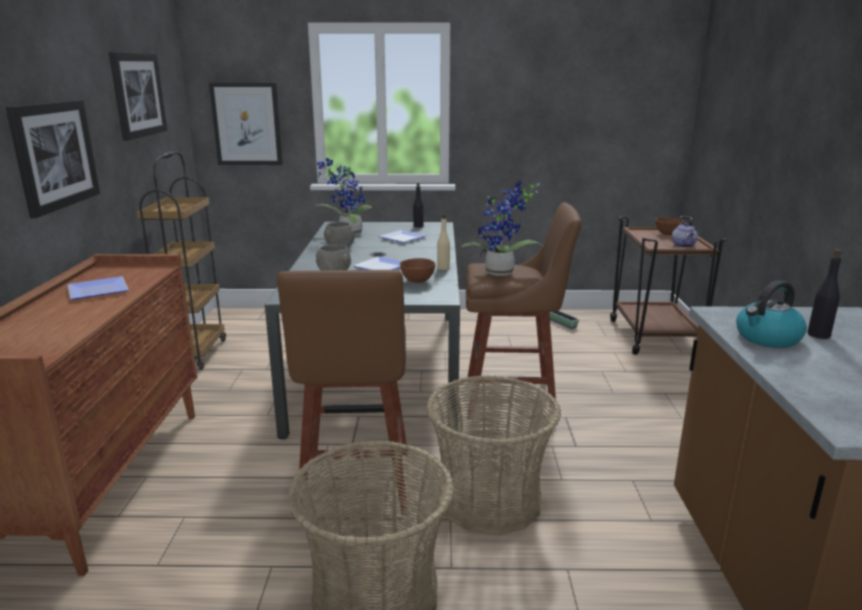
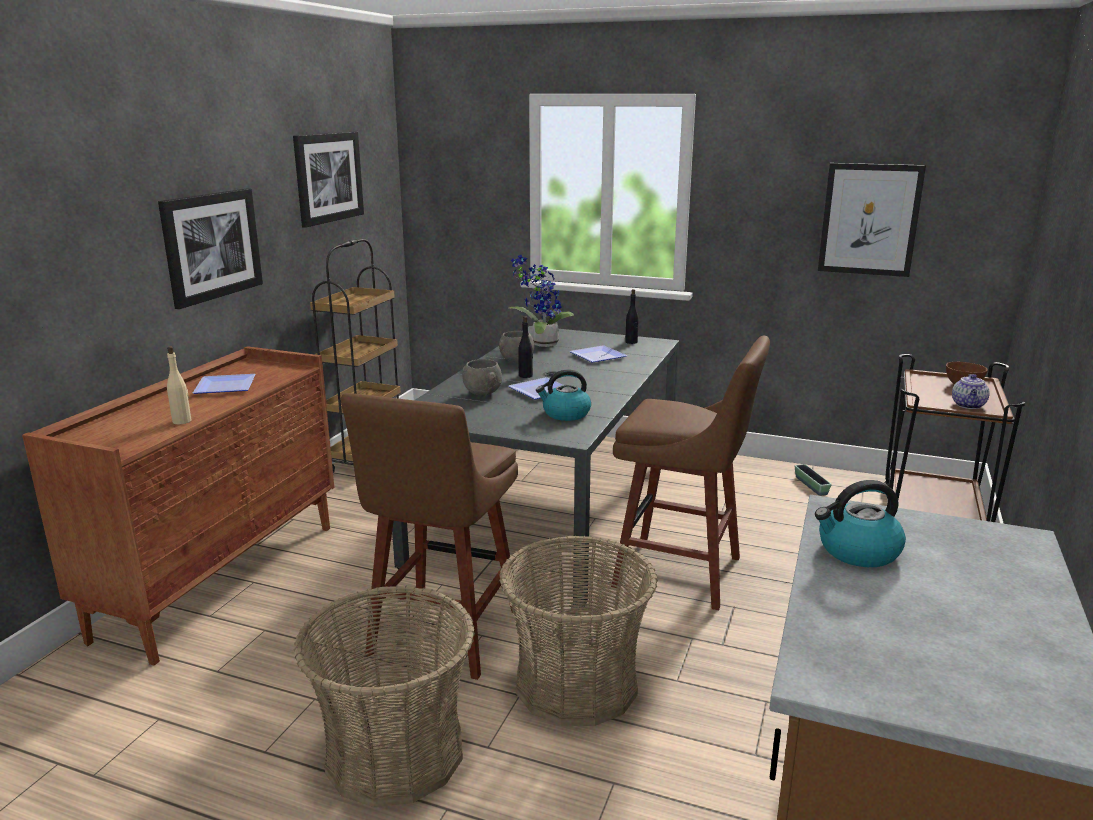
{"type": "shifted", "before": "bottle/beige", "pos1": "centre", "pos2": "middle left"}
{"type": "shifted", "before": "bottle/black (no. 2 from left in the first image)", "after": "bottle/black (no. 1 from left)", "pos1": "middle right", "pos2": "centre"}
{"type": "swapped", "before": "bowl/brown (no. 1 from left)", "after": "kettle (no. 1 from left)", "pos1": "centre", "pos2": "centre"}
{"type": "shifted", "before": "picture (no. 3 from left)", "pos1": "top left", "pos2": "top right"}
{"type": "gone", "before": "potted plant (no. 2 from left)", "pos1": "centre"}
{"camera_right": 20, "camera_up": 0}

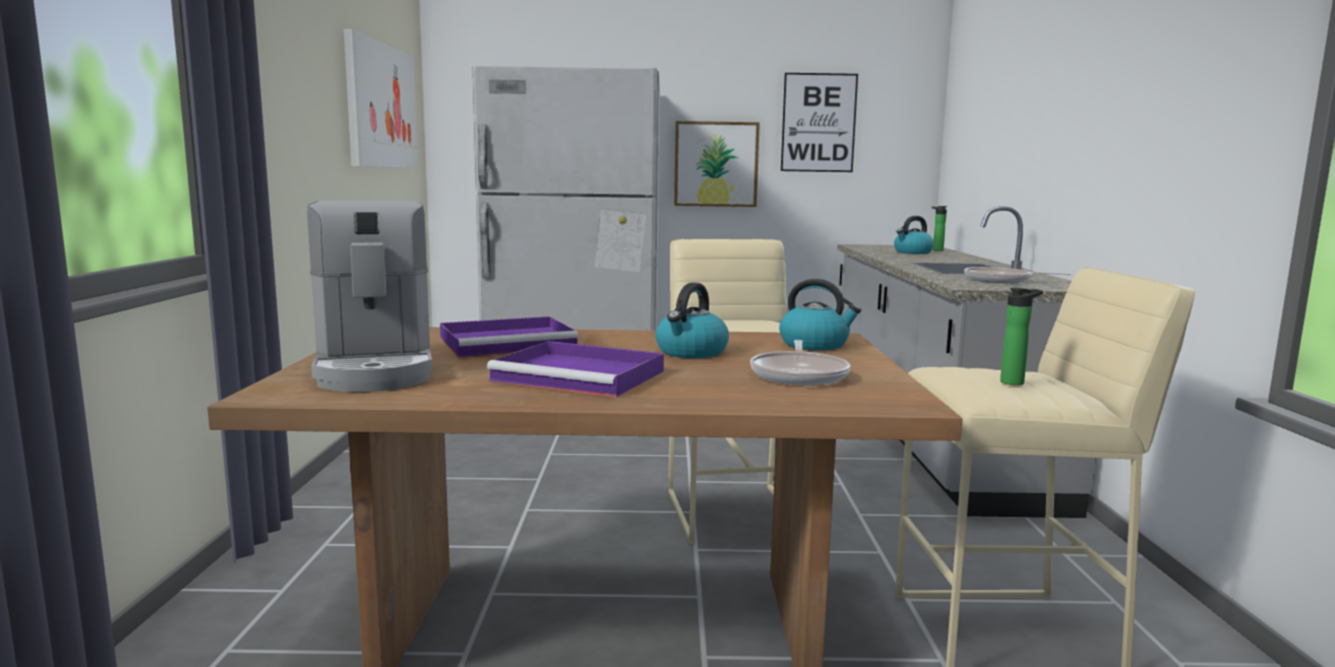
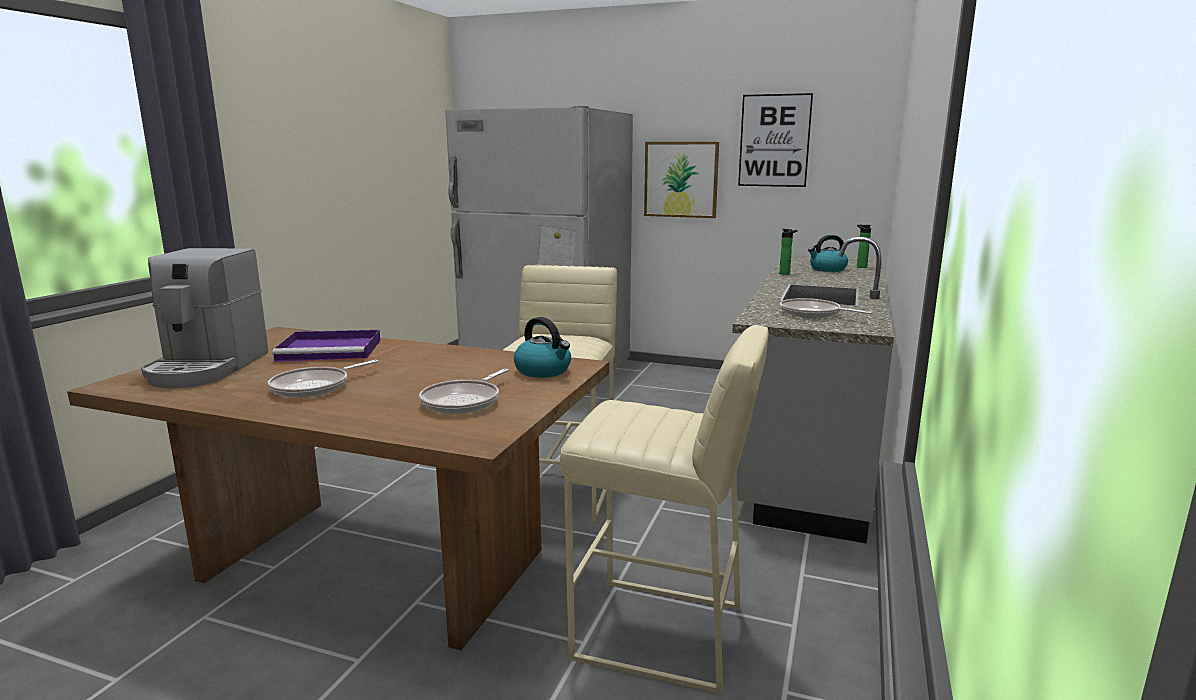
{"type": "swapped", "before": "tray/purple (no. 2 from left)", "after": "frying pan (no. 1 from left)", "pos1": "centre", "pos2": "middle left"}
{"type": "shifted", "before": "bottle (no. 2 from left in the first image)", "after": "bottle (no. 1 from left)", "pos1": "middle right", "pos2": "centre"}
{"type": "gone", "before": "picture (no. 1 from left)", "pos1": "top left"}
{"type": "gone", "before": "kettle (no. 1 from left)", "pos1": "centre"}
{"camera_right": 20, "camera_up": 5}

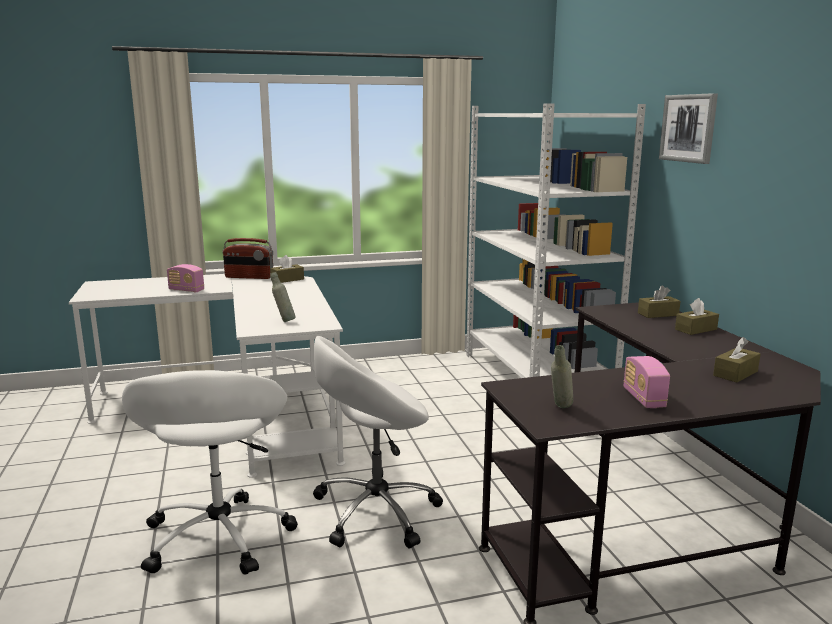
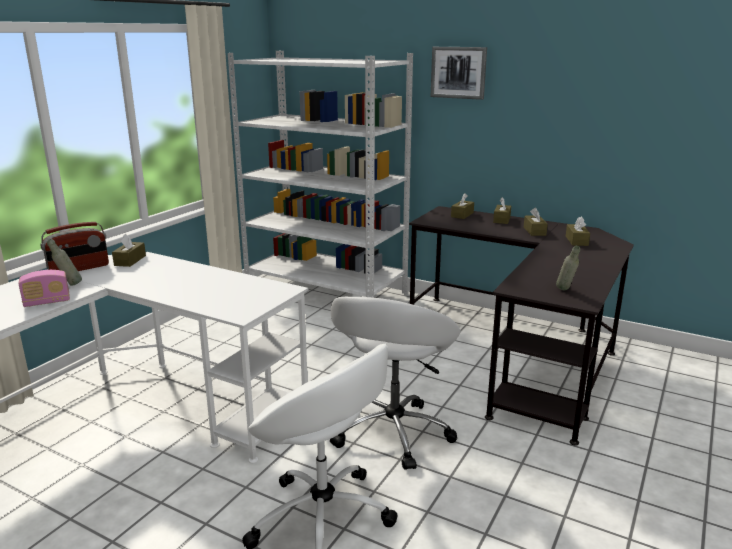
{"type": "shifted", "before": "bottle/grey (no. 1 from left)", "pos1": "centre", "pos2": "middle left"}
{"type": "new", "after": "tissue box/brown (no. 4 from left)", "pos2": "middle right"}
{"type": "gone", "before": "radio (no. 3 from left)", "pos1": "middle right"}
{"camera_right": -45, "camera_up": 5}

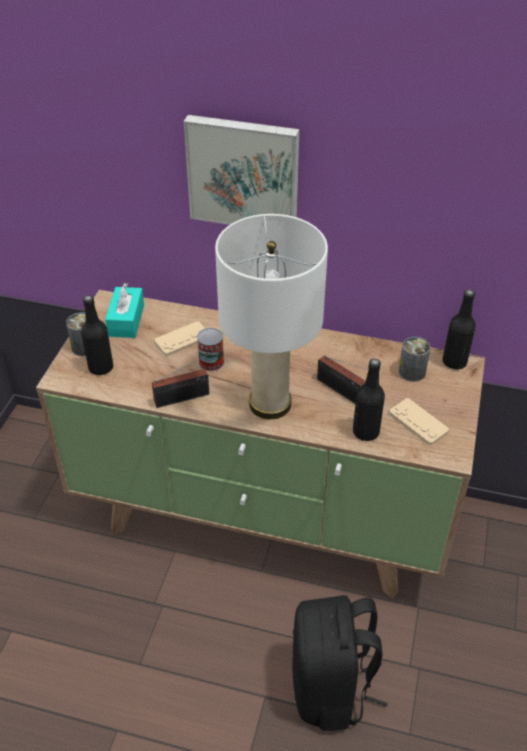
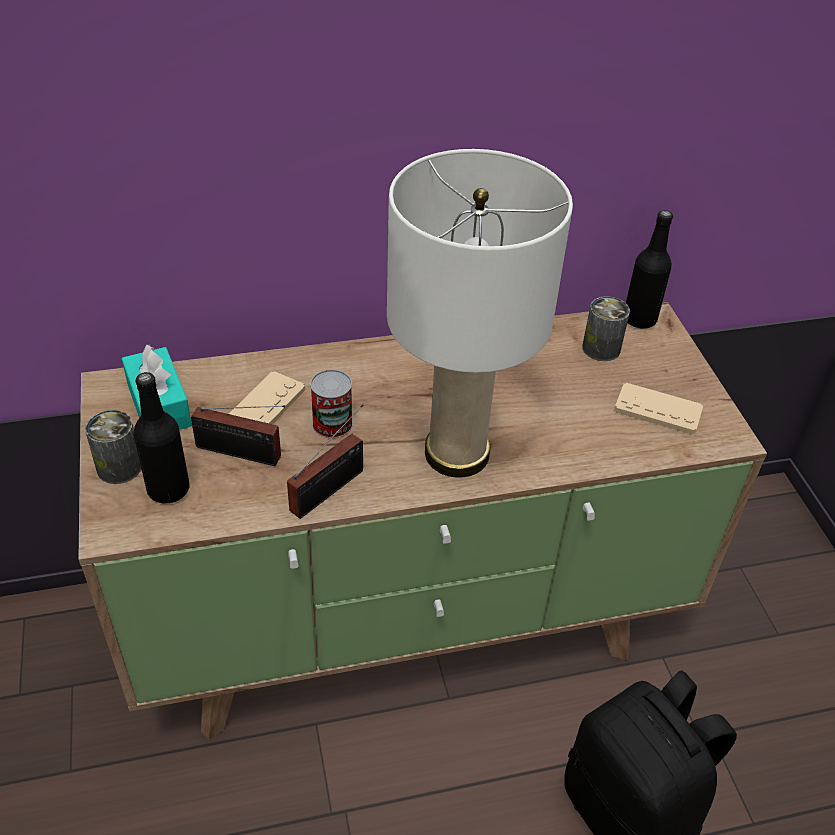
{"type": "shifted", "before": "radio (no. 2 from left in the first image)", "after": "radio (no. 1 from left)", "pos1": "centre", "pos2": "middle left"}
{"type": "gone", "before": "picture", "pos1": "top centre"}
{"type": "gone", "before": "bottle/black (no. 2 from left)", "pos1": "middle right"}
{"camera_right": -30, "camera_up": 0}

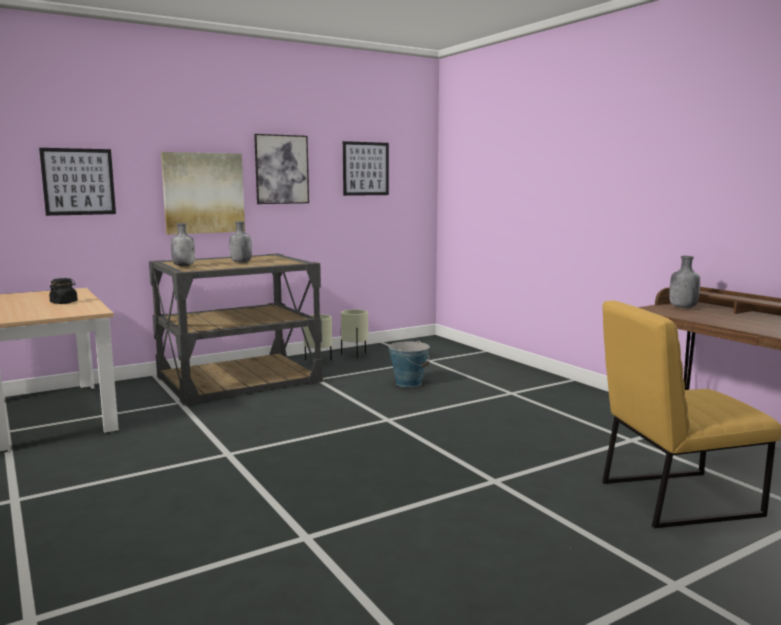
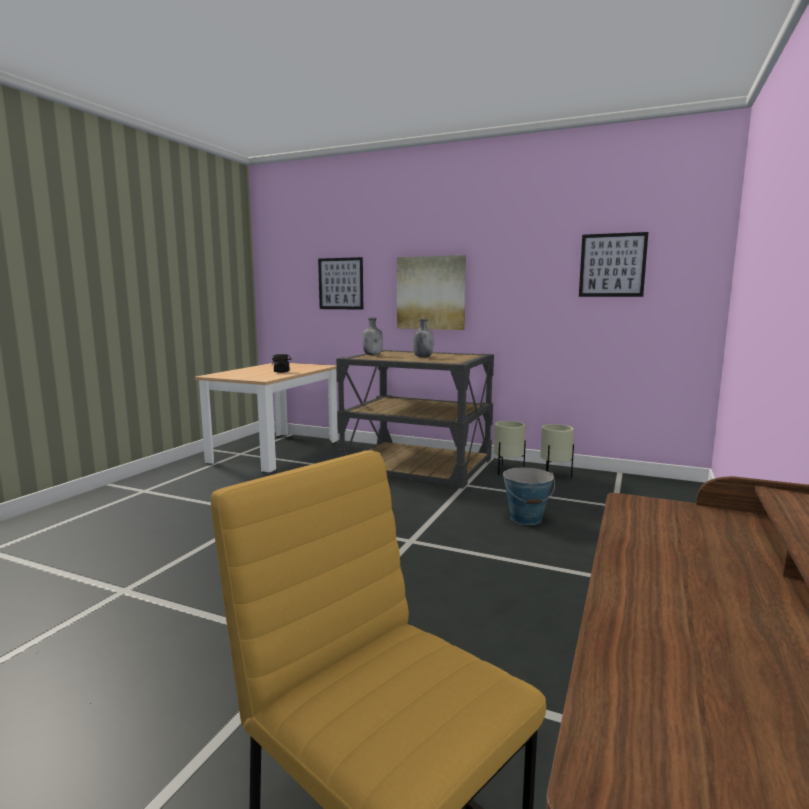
{"type": "gone", "before": "picture (no. 3 from left)", "pos1": "top centre"}
{"type": "gone", "before": "bottle/grey (no. 3 from left)", "pos1": "middle right"}
{"camera_right": 55, "camera_up": 0}

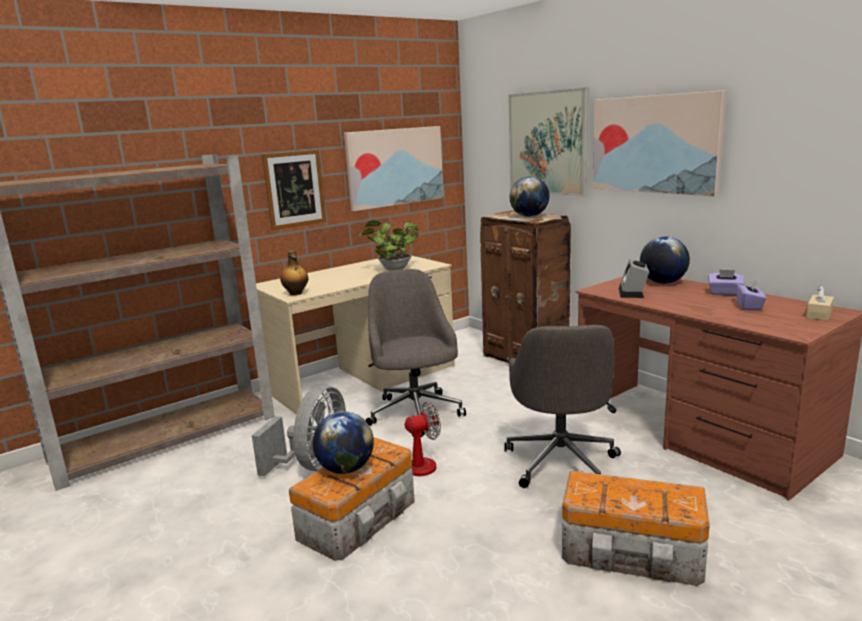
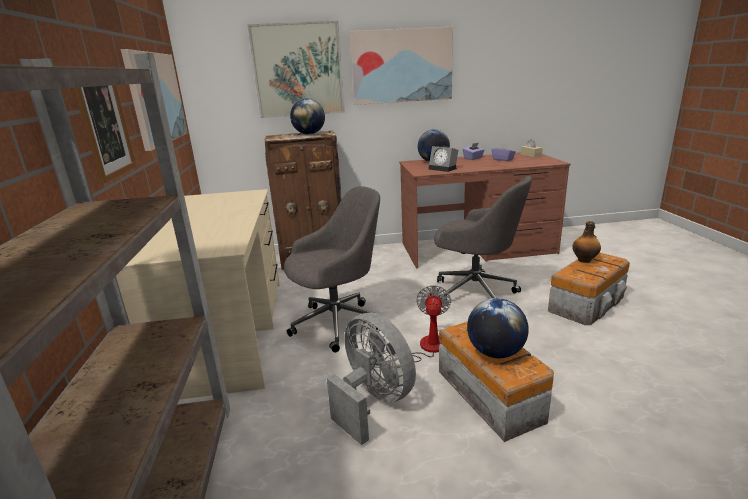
{"type": "rotated", "before": "office chair/grey (no. 1 from left)", "pos1": "centre", "pos2": "centre", "turn": 135}
{"type": "shifted", "before": "bottle", "pos1": "centre", "pos2": "middle right"}
{"type": "gone", "before": "potted plant", "pos1": "centre"}
{"camera_right": -60, "camera_up": 5}

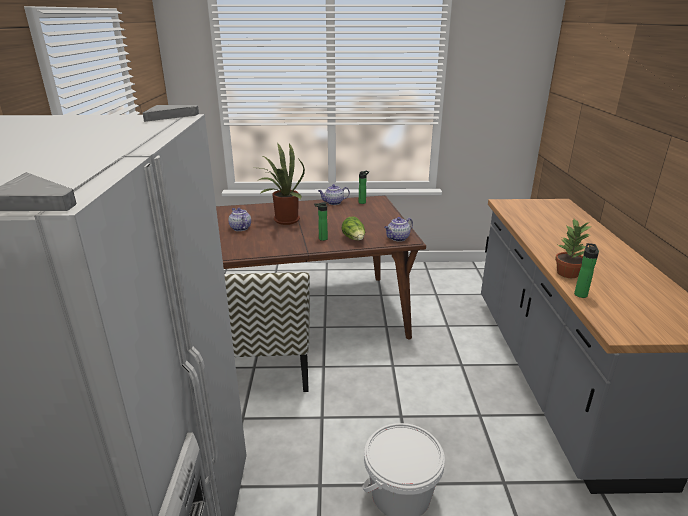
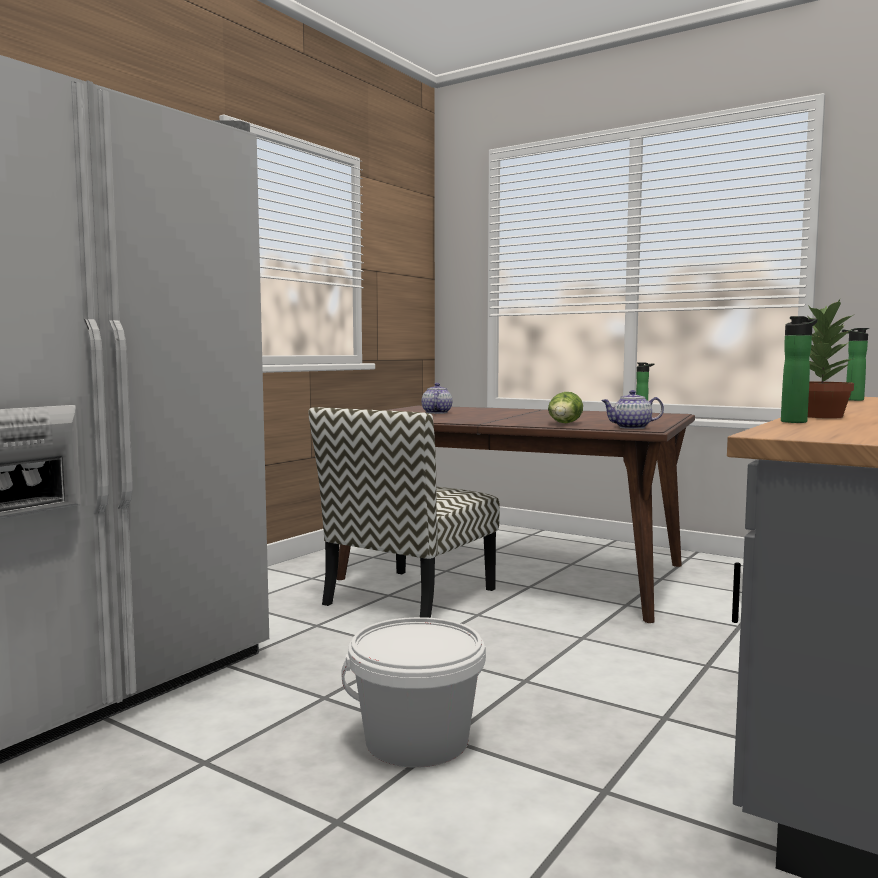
{"type": "shifted", "before": "bottle (no. 1 from left in the first image)", "after": "bottle (no. 3 from left)", "pos1": "centre", "pos2": "middle right"}
{"type": "gone", "before": "potted plant (no. 1 from left)", "pos1": "centre"}
{"type": "gone", "before": "teapot (no. 2 from left)", "pos1": "centre"}
{"camera_right": 35, "camera_up": -20}

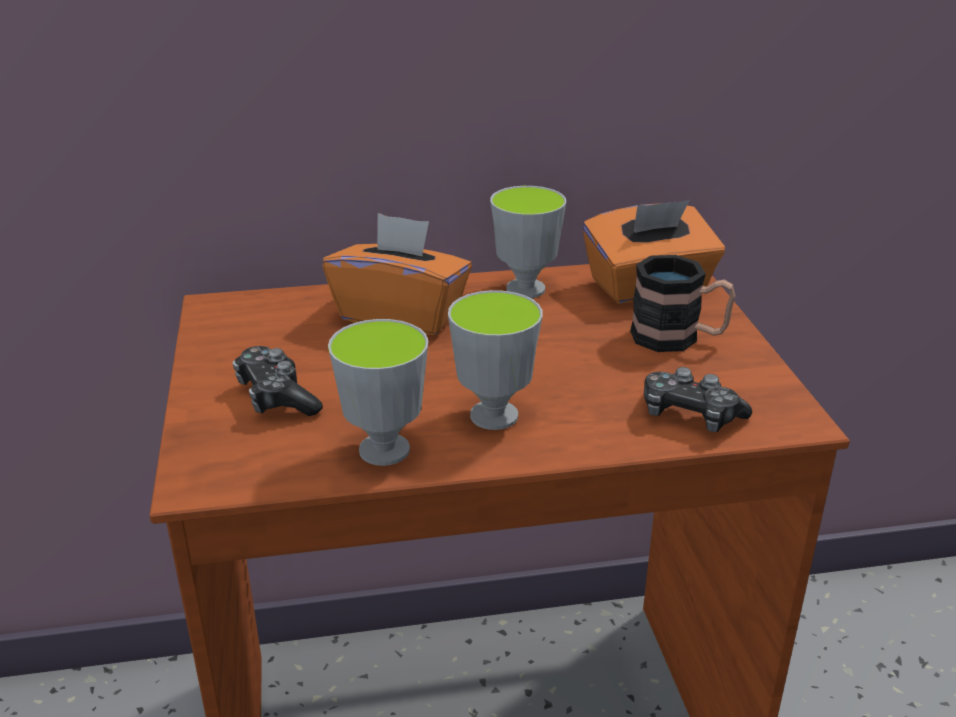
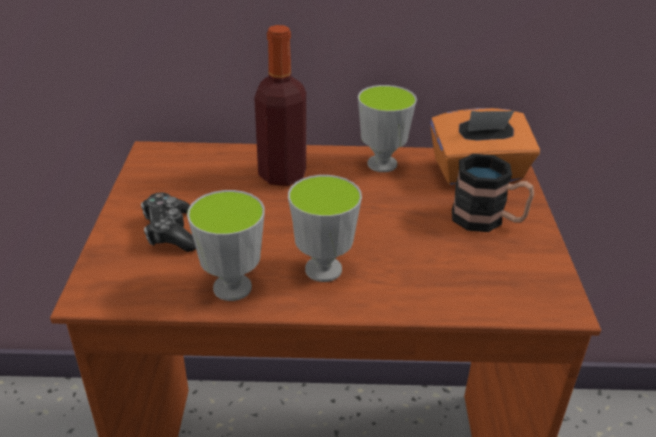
{"type": "swapped", "before": "tissue box/orange (no. 1 from left)", "after": "bottle", "pos1": "centre", "pos2": "top centre"}
{"type": "gone", "before": "game controller (no. 2 from left)", "pos1": "middle right"}
{"camera_right": 10, "camera_up": 5}

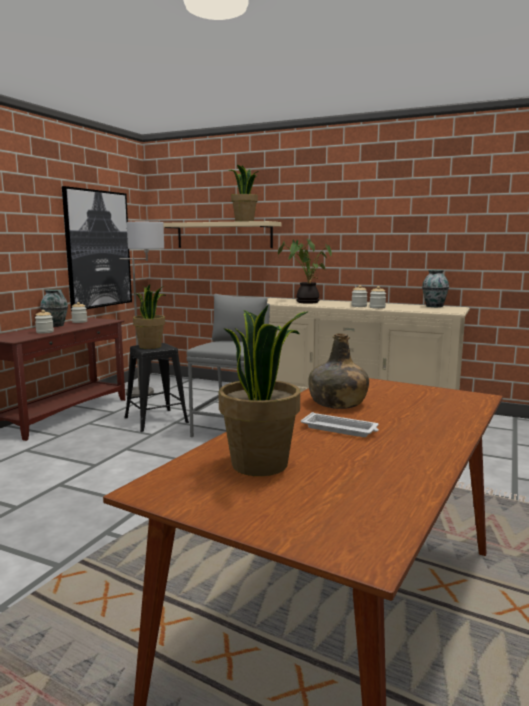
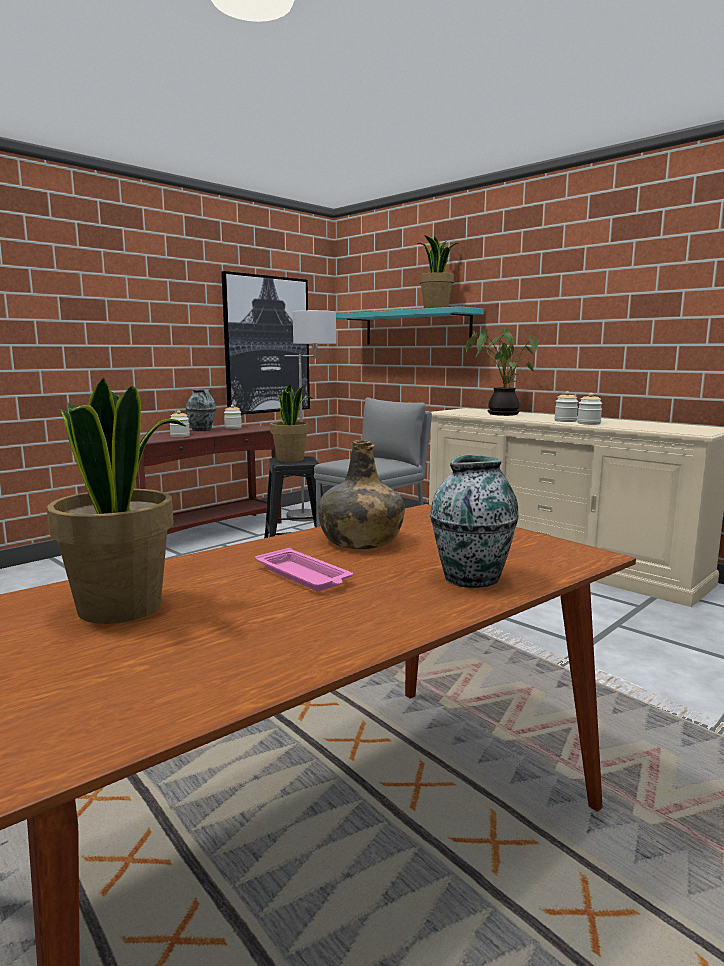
{"type": "repainted", "before": "tray/white", "after": "tray/pink", "pos1": "centre", "pos2": "centre"}
{"type": "repainted", "before": "shelf/beige", "after": "shelf/turquoise", "pos1": "top centre", "pos2": "centre"}
{"type": "shifted", "before": "vase (no. 2 from left)", "pos1": "middle right", "pos2": "centre"}
{"camera_right": 20, "camera_up": 0}

